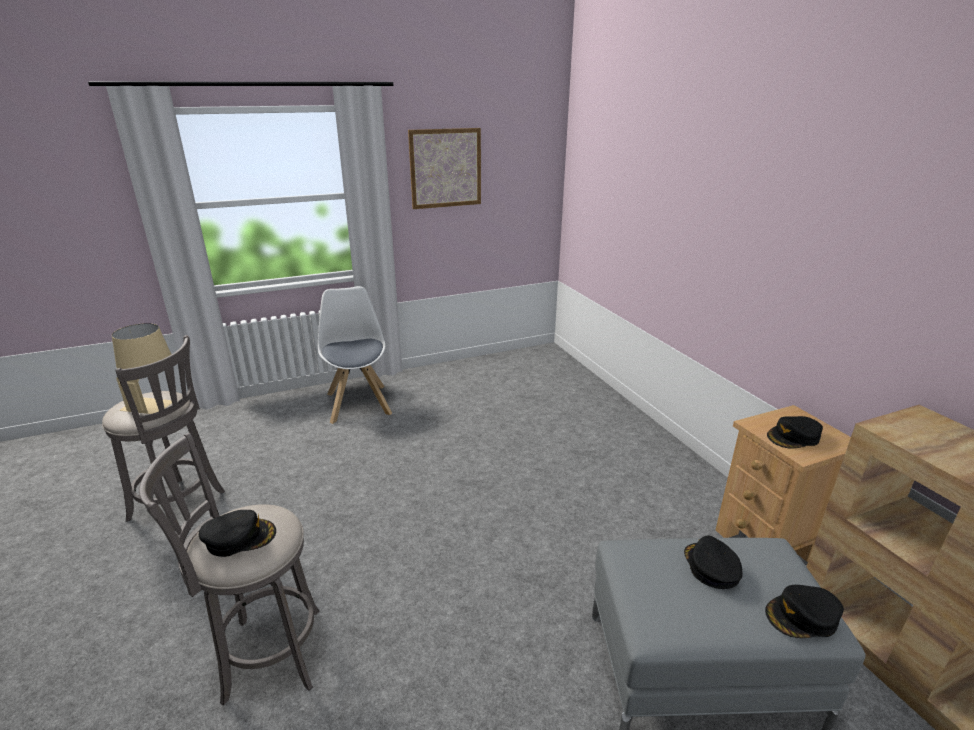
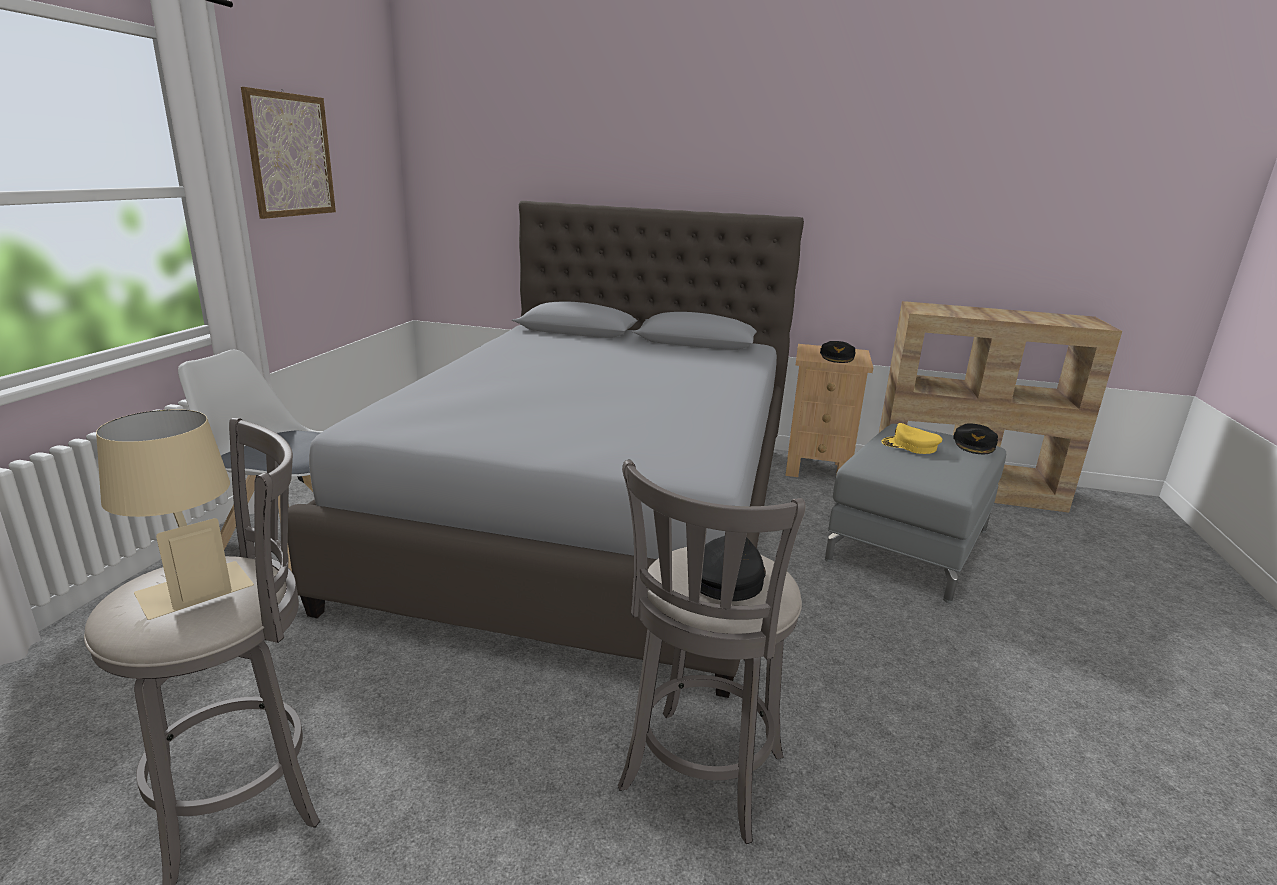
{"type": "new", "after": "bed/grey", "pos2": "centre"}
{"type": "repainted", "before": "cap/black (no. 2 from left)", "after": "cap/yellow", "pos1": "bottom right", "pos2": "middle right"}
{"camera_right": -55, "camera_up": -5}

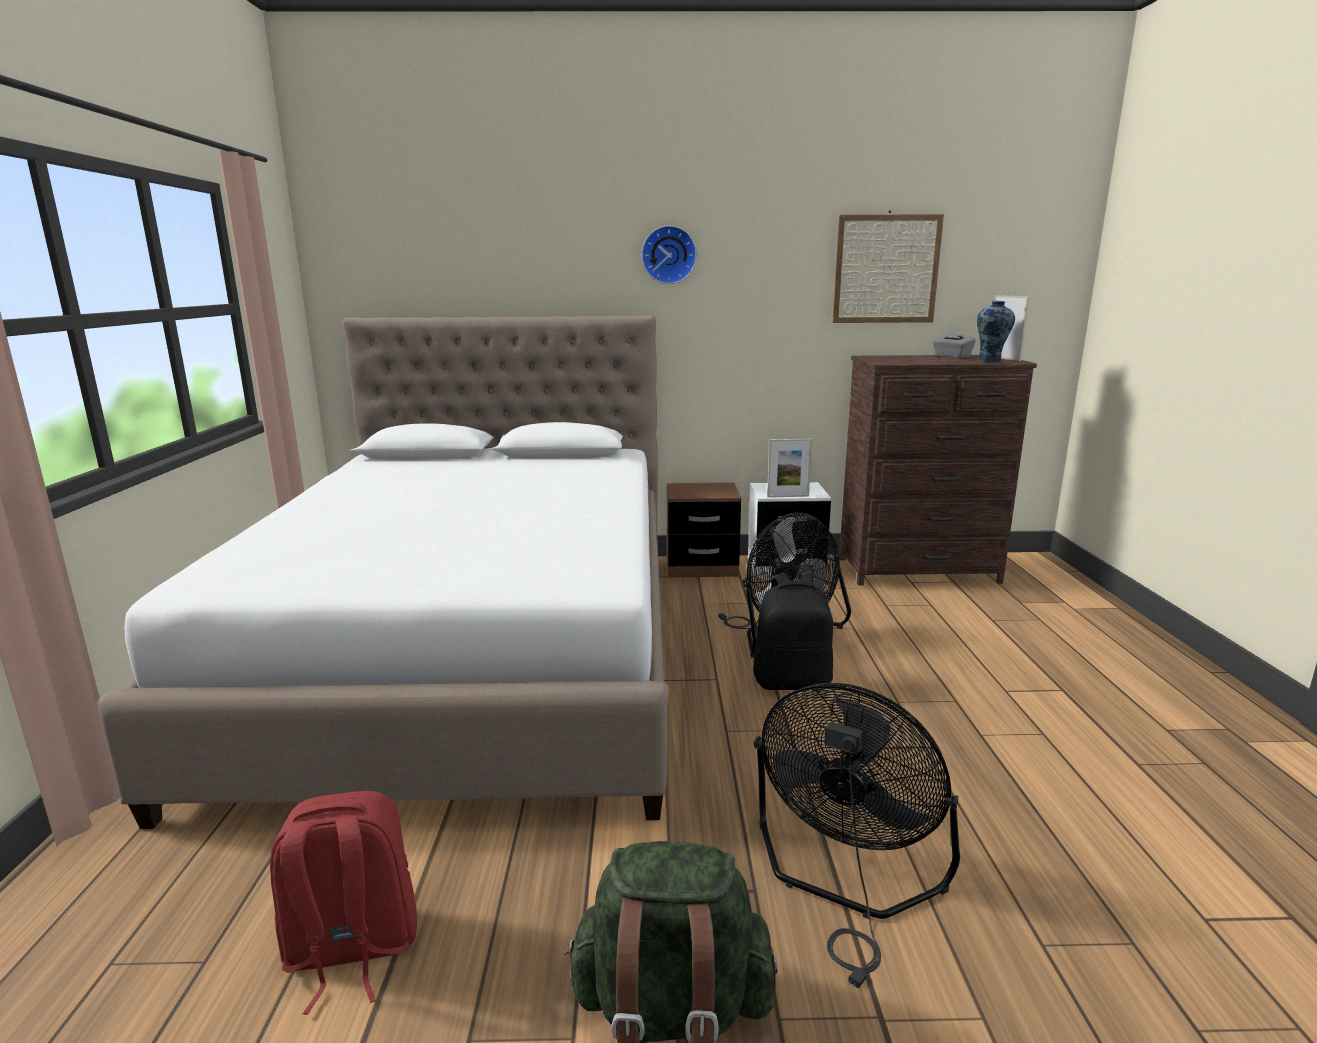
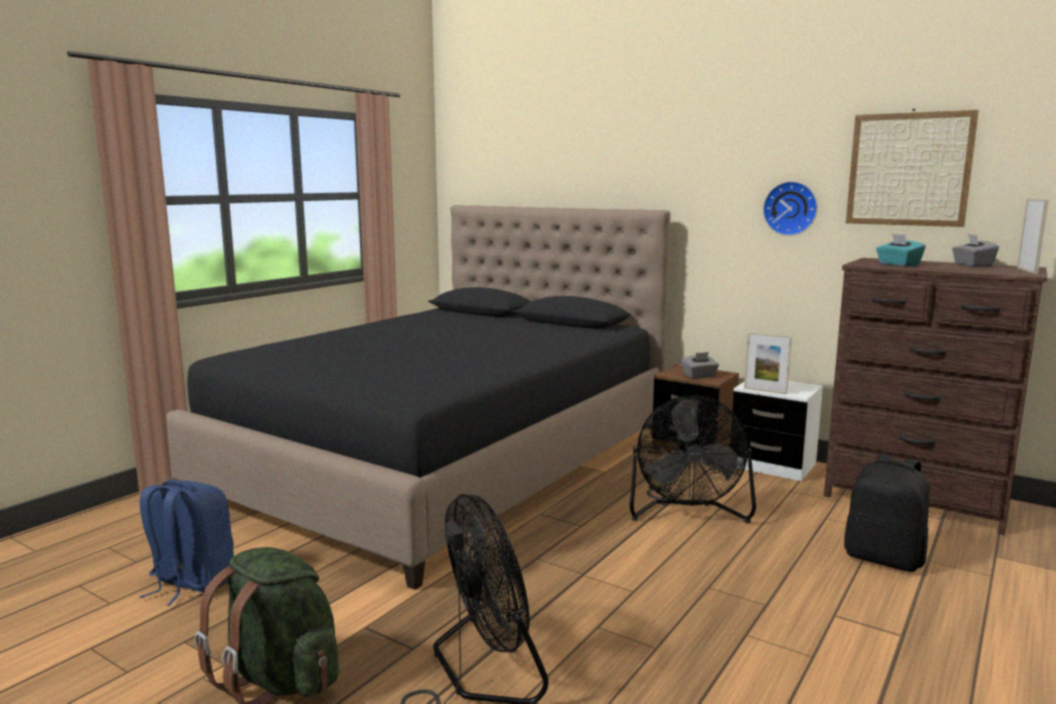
{"type": "repainted", "before": "backpack/red", "after": "backpack/blue", "pos1": "bottom left", "pos2": "bottom left"}
{"type": "repainted", "before": "bed/white", "after": "bed/black", "pos1": "middle left", "pos2": "centre"}
{"type": "new", "after": "tissue box/grey (no. 1 from left)", "pos2": "centre"}
{"type": "shifted", "before": "wall clock", "pos1": "top centre", "pos2": "top right"}
{"type": "shifted", "before": "backpack/black", "pos1": "centre", "pos2": "bottom right"}
{"type": "new", "after": "tissue box/turquoise", "pos2": "middle right"}
{"type": "gone", "before": "vase", "pos1": "top right"}
{"camera_right": 35, "camera_up": -5}

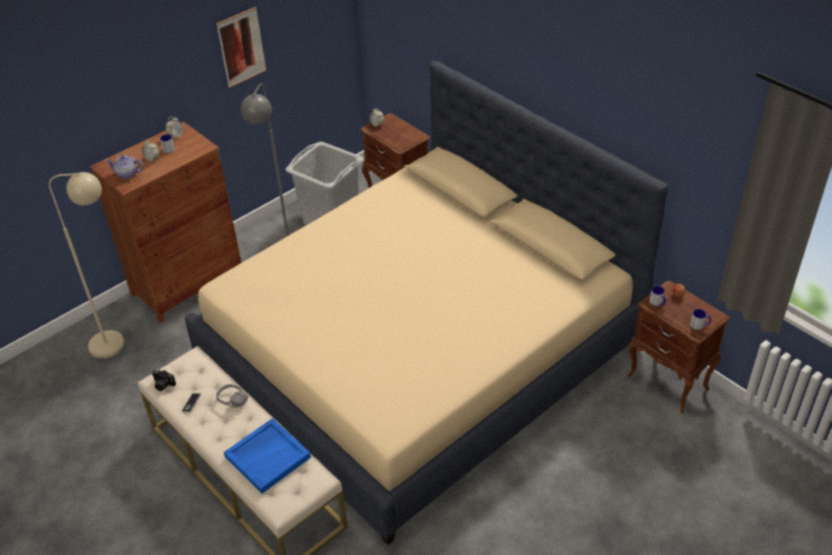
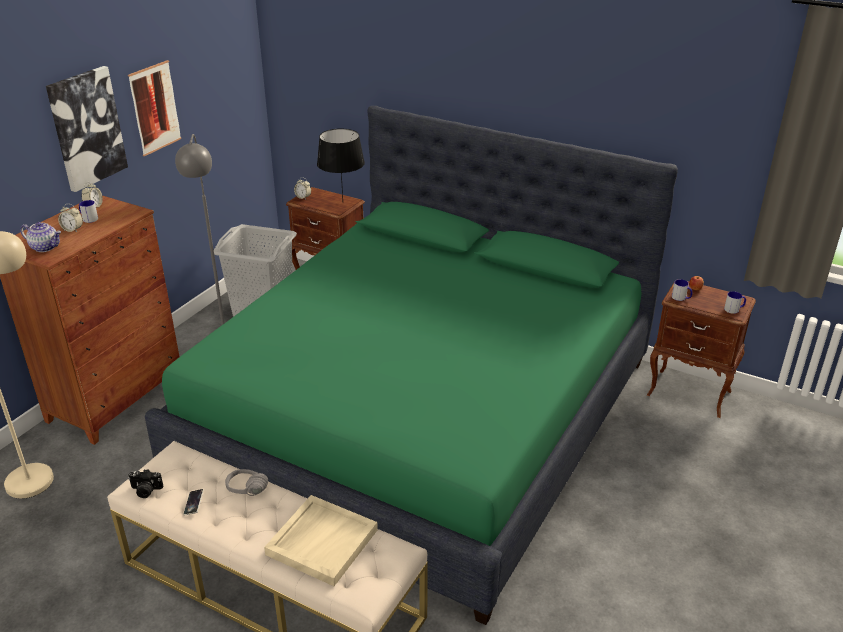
{"type": "rotated", "before": "teapot", "pos1": "top left", "pos2": "middle left", "turn": -150}
{"type": "new", "after": "picture (no. 1 from left)", "pos2": "top left"}
{"type": "repainted", "before": "bed/beige", "after": "bed/green", "pos1": "centre", "pos2": "centre"}
{"type": "repainted", "before": "tray/blue", "after": "tray/beige", "pos1": "bottom left", "pos2": "bottom centre"}
{"type": "new", "after": "table lamp/black", "pos2": "top centre"}
{"camera_right": -20, "camera_up": -10}

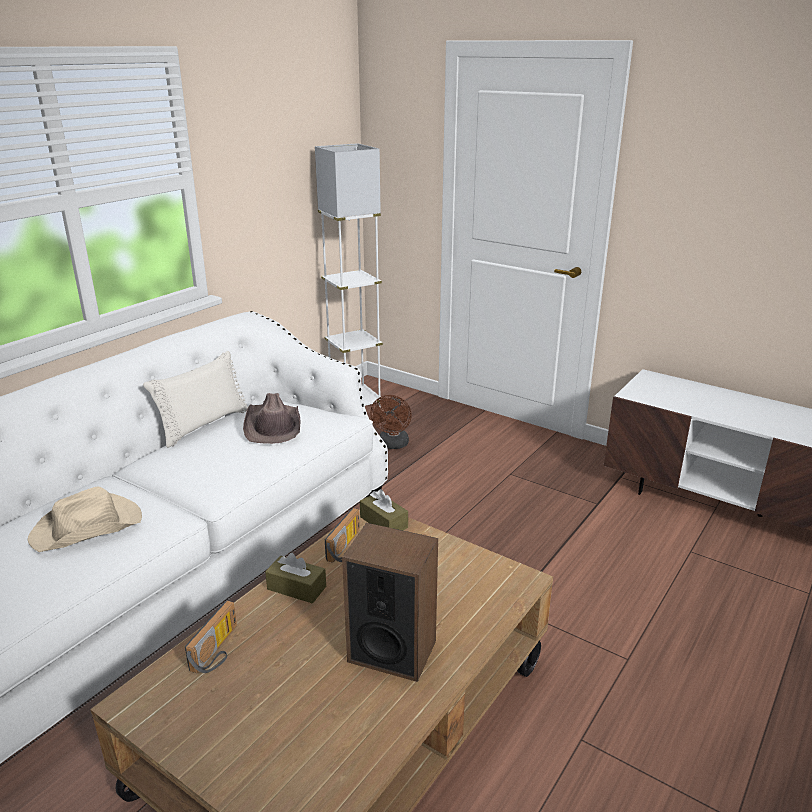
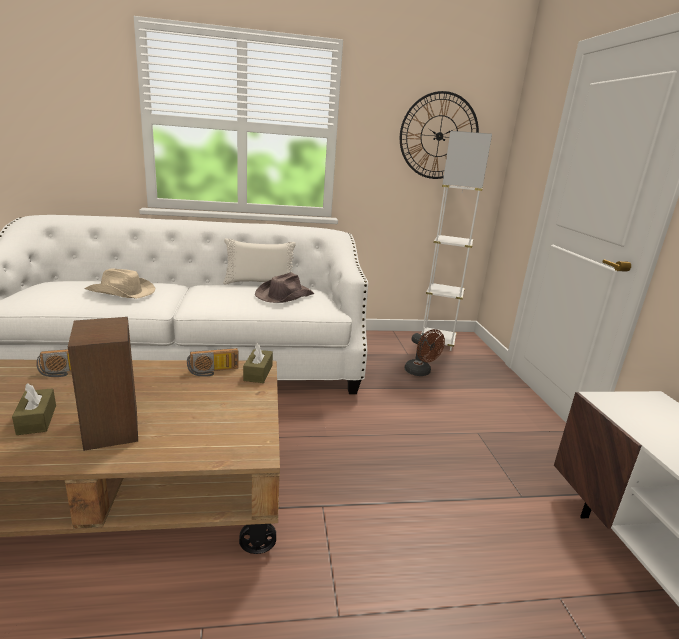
{"type": "shifted", "before": "tissue box/brown (no. 1 from left)", "pos1": "bottom centre", "pos2": "middle left"}
{"type": "new", "after": "wall clock", "pos2": "top centre"}
{"type": "rotated", "before": "fan/brown", "pos1": "centre", "pos2": "centre", "turn": -90}
{"camera_right": 45, "camera_up": -5}

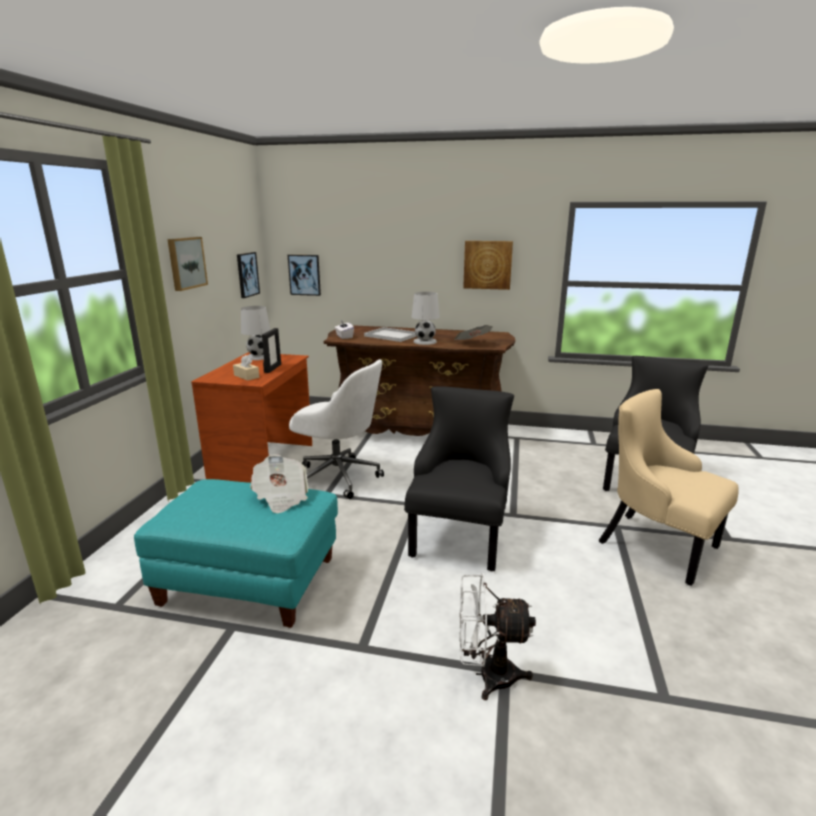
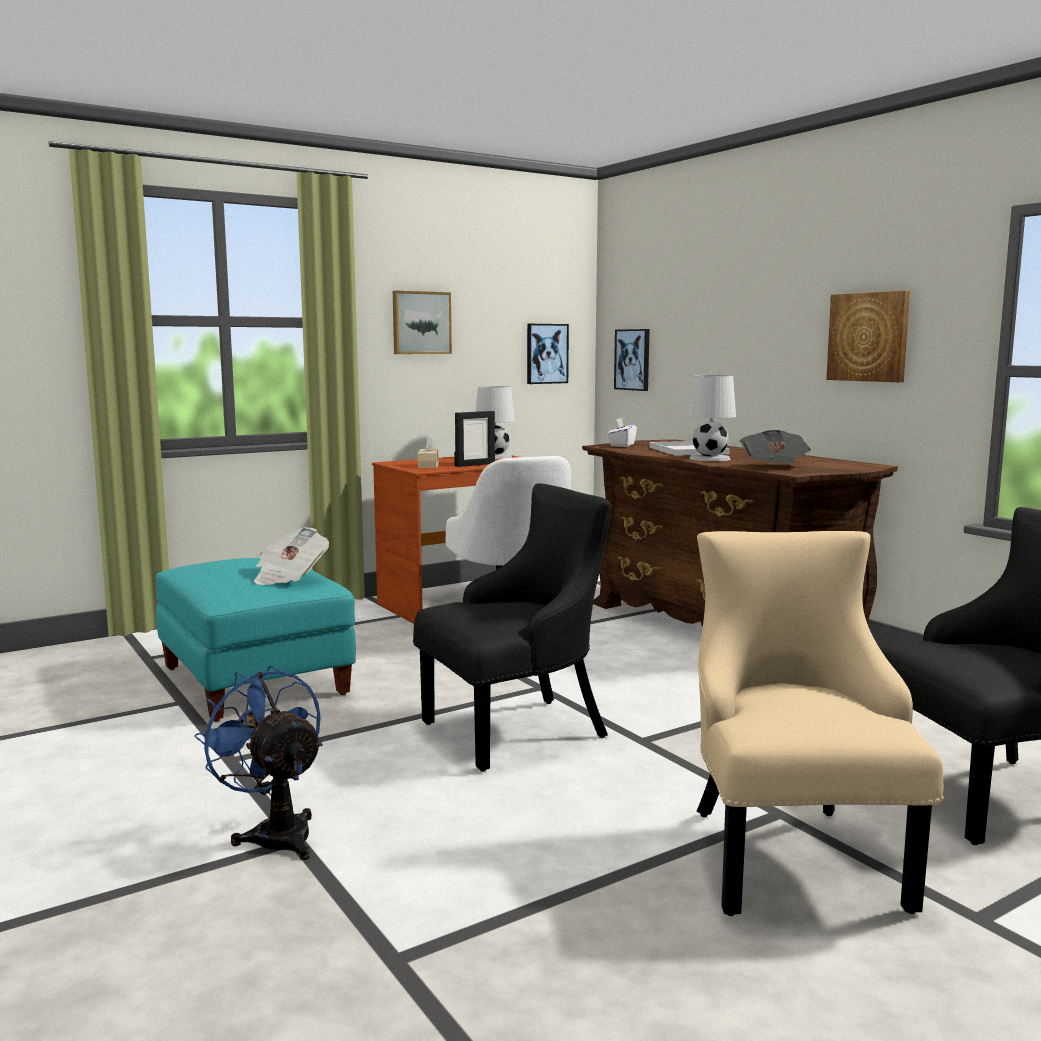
{"type": "repainted", "before": "fan/white", "after": "fan/blue", "pos1": "bottom centre", "pos2": "bottom left"}
{"camera_right": 45, "camera_up": -10}

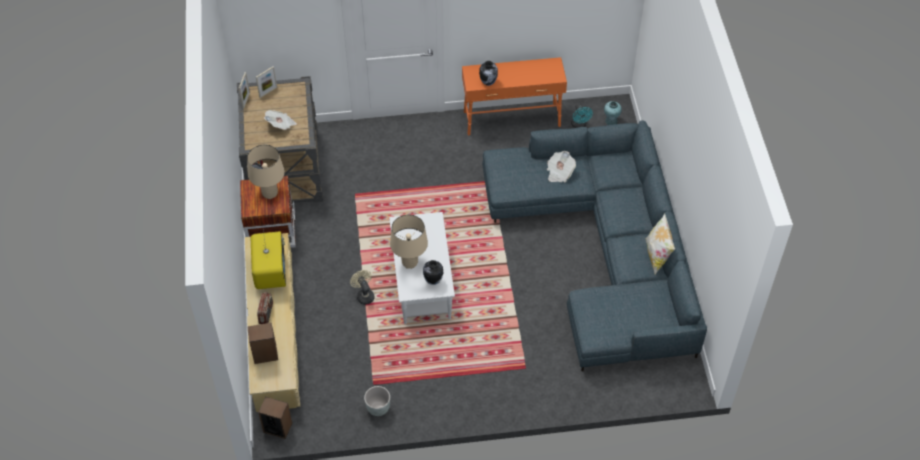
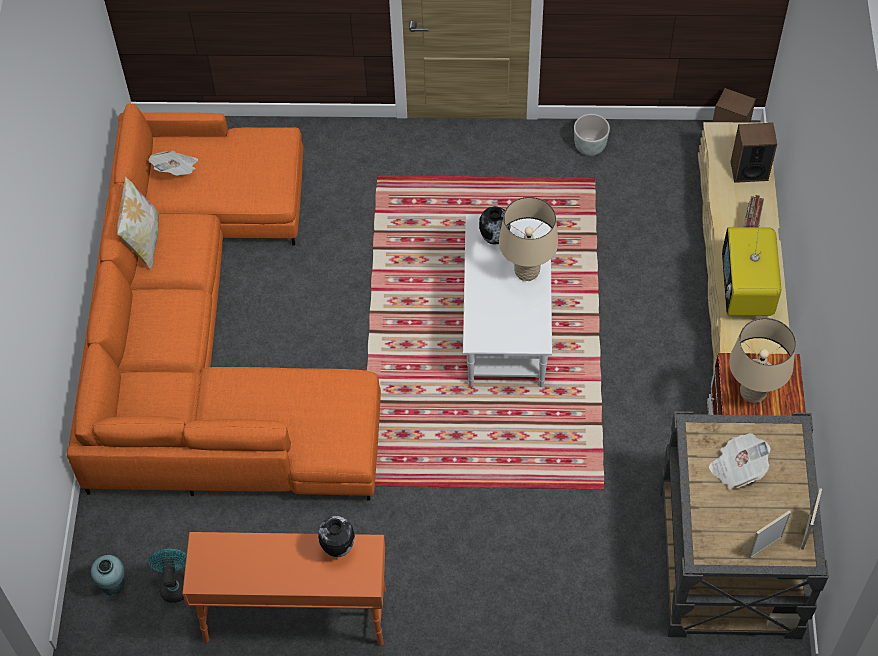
{"type": "repainted", "before": "sofa/blue", "after": "sofa/orange", "pos1": "centre", "pos2": "middle left"}
{"type": "shifted", "before": "newspaper (no. 2 from left in the first image)", "after": "newspaper (no. 1 from left)", "pos1": "centre", "pos2": "top left"}
{"type": "gone", "before": "fan/beige", "pos1": "centre"}
{"camera_right": -170, "camera_up": 5}

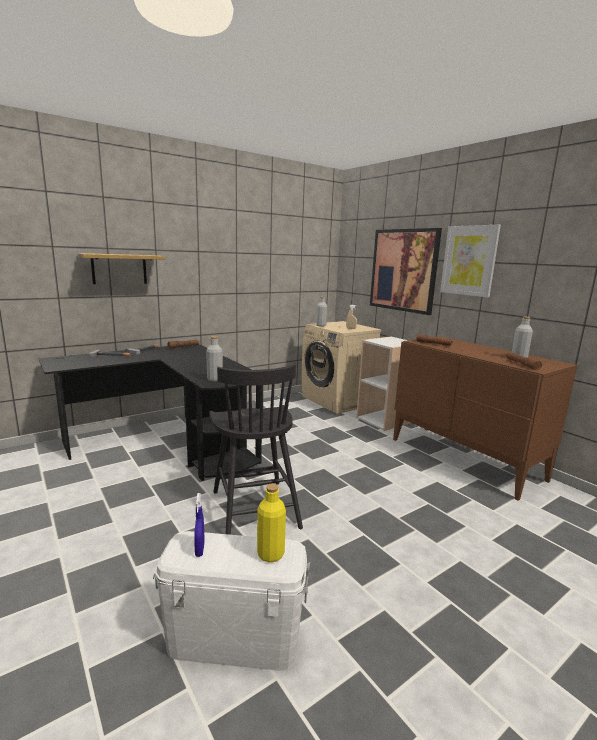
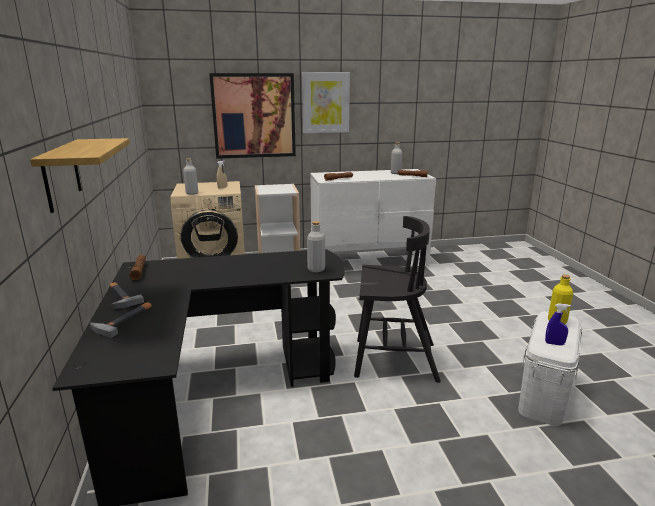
{"type": "repainted", "before": "cabinet/brown", "after": "cabinet/white", "pos1": "middle right", "pos2": "centre"}
{"camera_right": -65, "camera_up": 5}

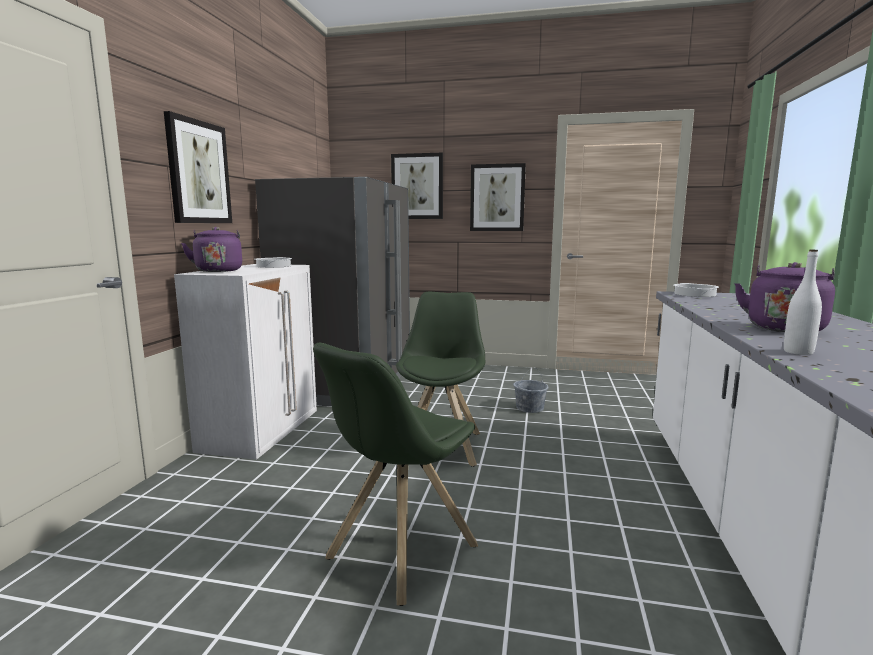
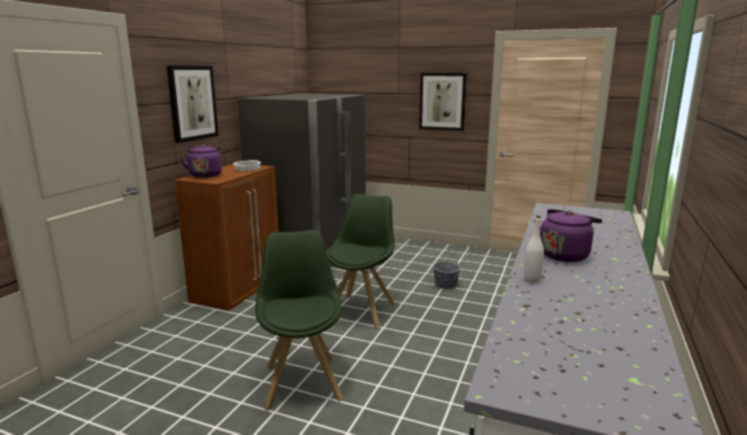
{"type": "repainted", "before": "cabinet/white", "after": "cabinet/brown", "pos1": "middle left", "pos2": "middle left"}
{"type": "rotated", "before": "chair/green (no. 1 from left)", "pos1": "bottom centre", "pos2": "bottom centre", "turn": 120}
{"type": "gone", "before": "picture (no. 2 from left)", "pos1": "top centre"}
{"type": "gone", "before": "cooking pot (no. 2 from left)", "pos1": "middle right"}
{"camera_right": 10, "camera_up": 5}

